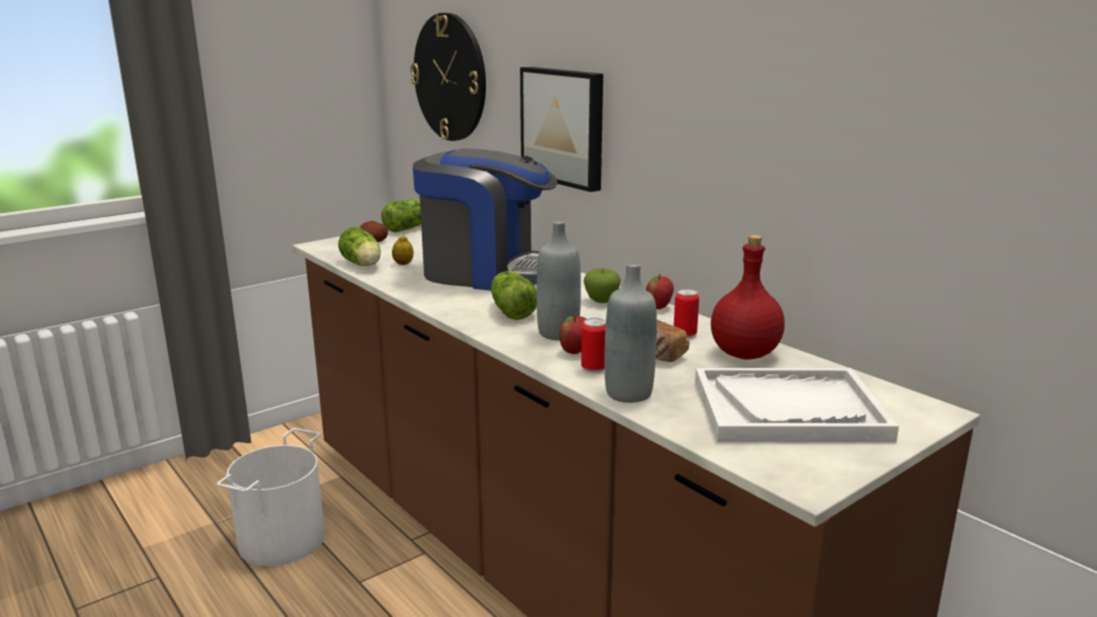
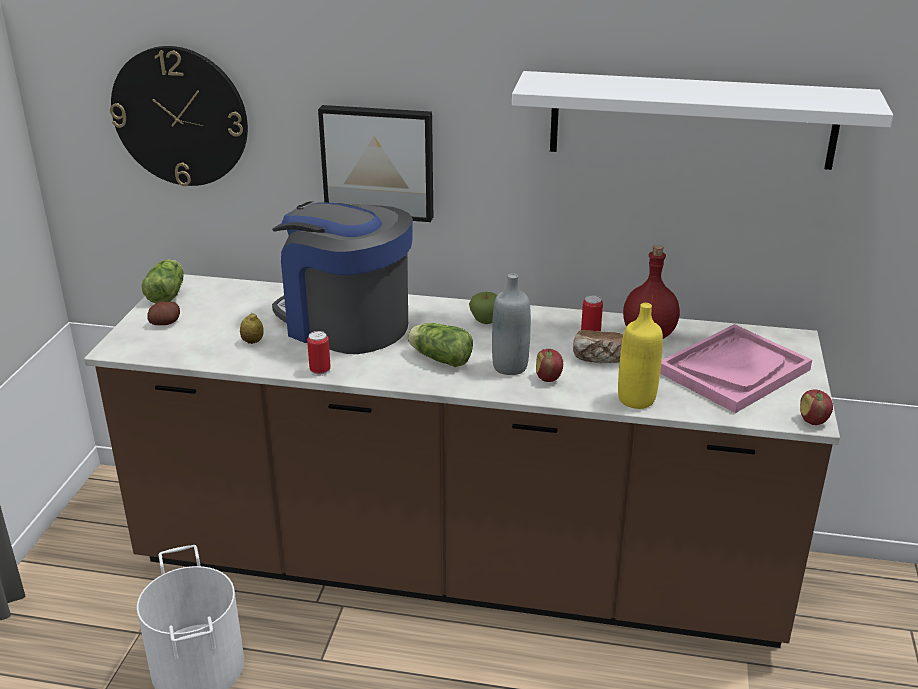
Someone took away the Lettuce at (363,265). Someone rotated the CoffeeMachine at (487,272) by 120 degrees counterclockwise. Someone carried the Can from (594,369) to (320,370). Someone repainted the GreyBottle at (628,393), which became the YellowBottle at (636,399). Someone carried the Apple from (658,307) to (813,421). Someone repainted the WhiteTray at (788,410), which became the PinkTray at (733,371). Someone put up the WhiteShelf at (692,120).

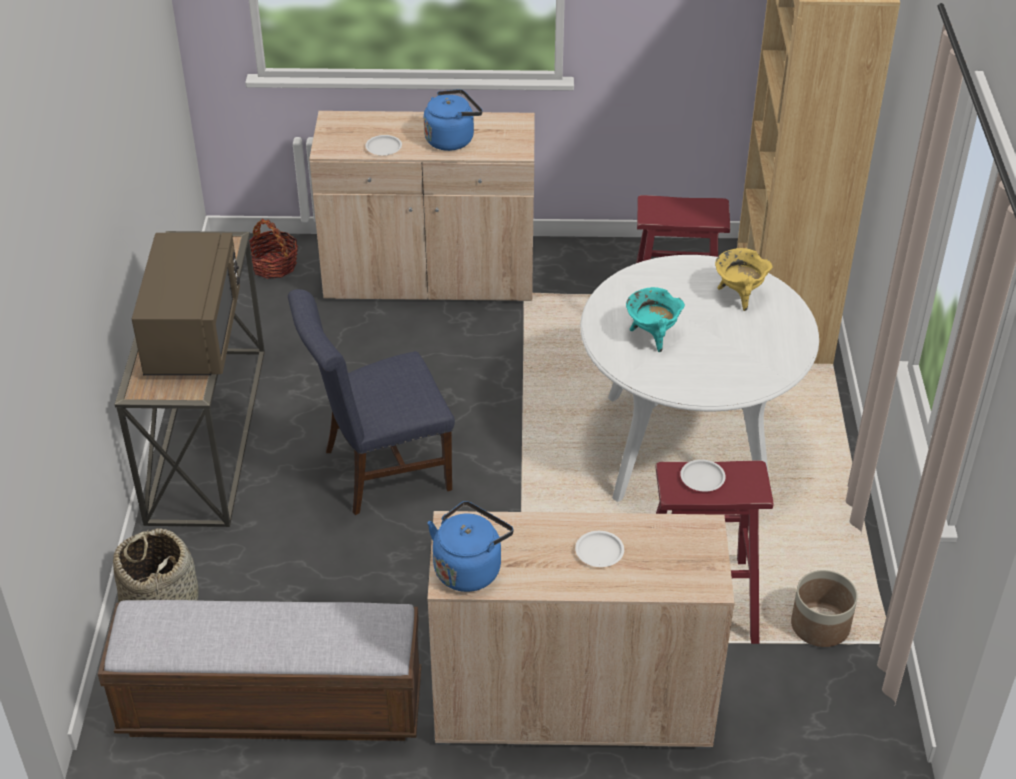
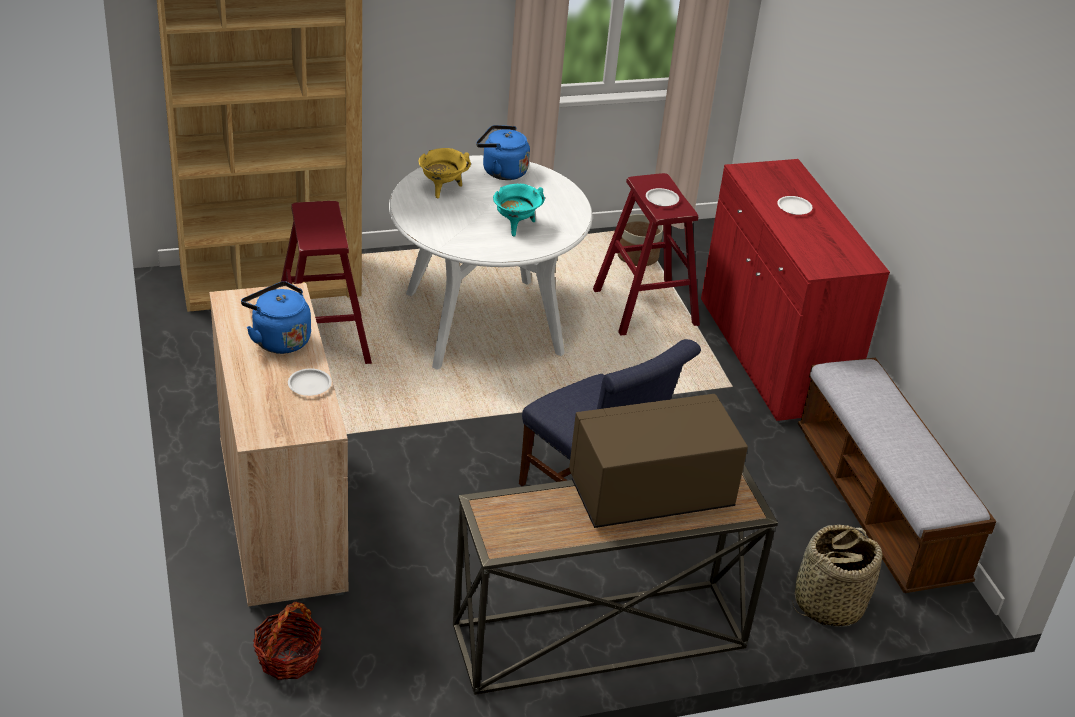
Someone carried the BlueKettle from (469,568) to (501,171). Someone repainted the BeigeCabinet at (572,702), which became the RedCabinet at (772,355).

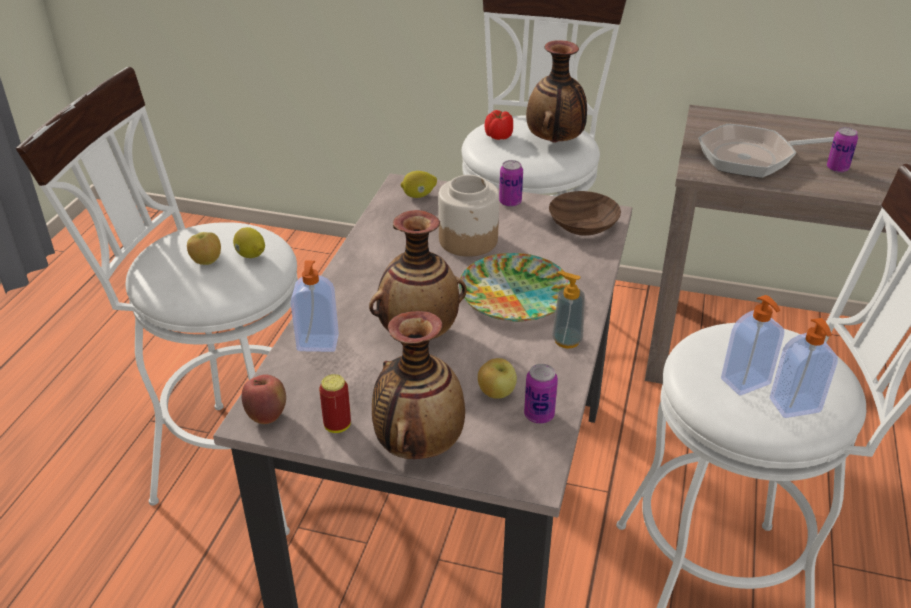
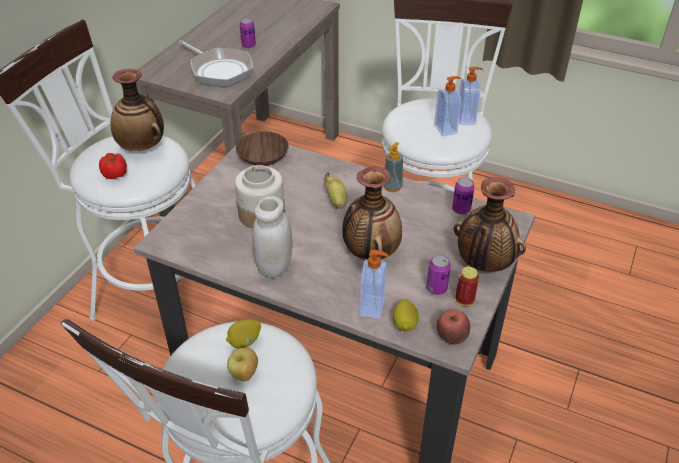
Someone carried the Lemon from (419,195) to (405,324). Someone swapped the Plate at (515,293) for the Banana at (336,201). Someone took away the Apple at (496,393). Someone carried the Can from (510,202) to (436,288). Someone rotated the FryingPan at (752,157) by 45 degrees counterclockwise. Someone put down the WhiteJar at (274,267).

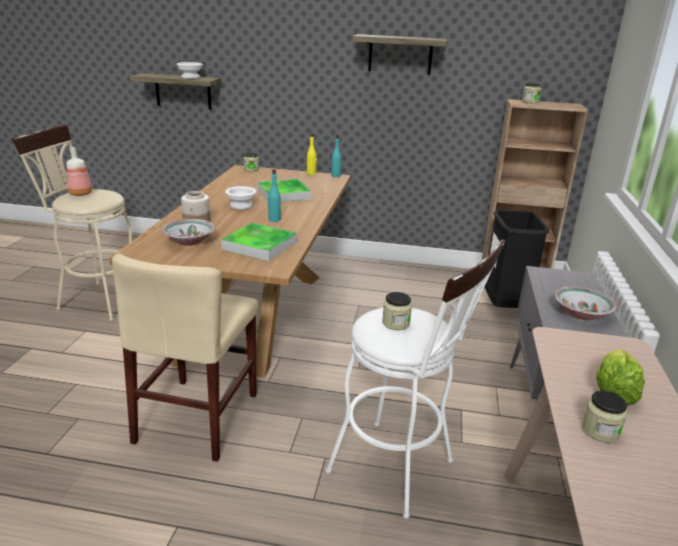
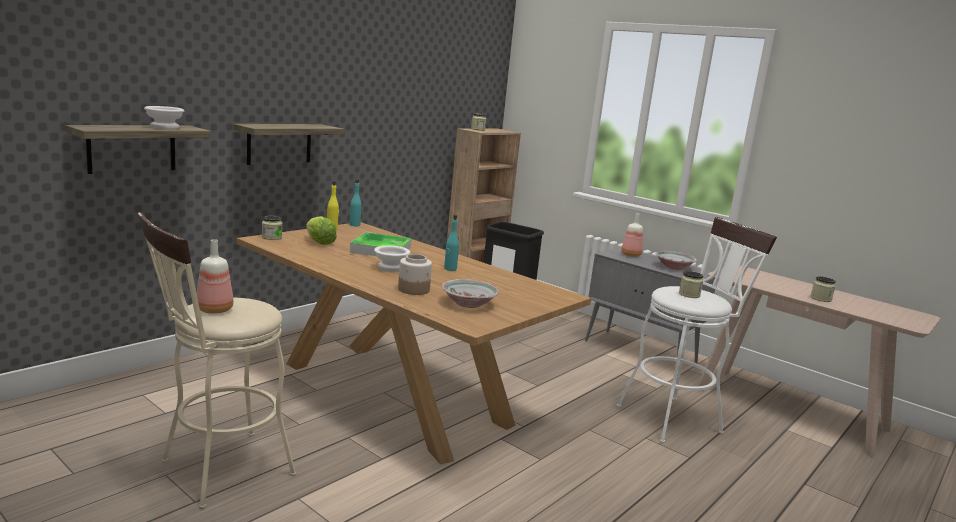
Someone took away the BeigeChair at (197,417). Someone took away the Tray at (259,246). Someone carried the Shelf from (400,54) to (279,143). Someone carried the Lettuce from (613,391) to (319,242). Someone put down the Bottle at (631,255).

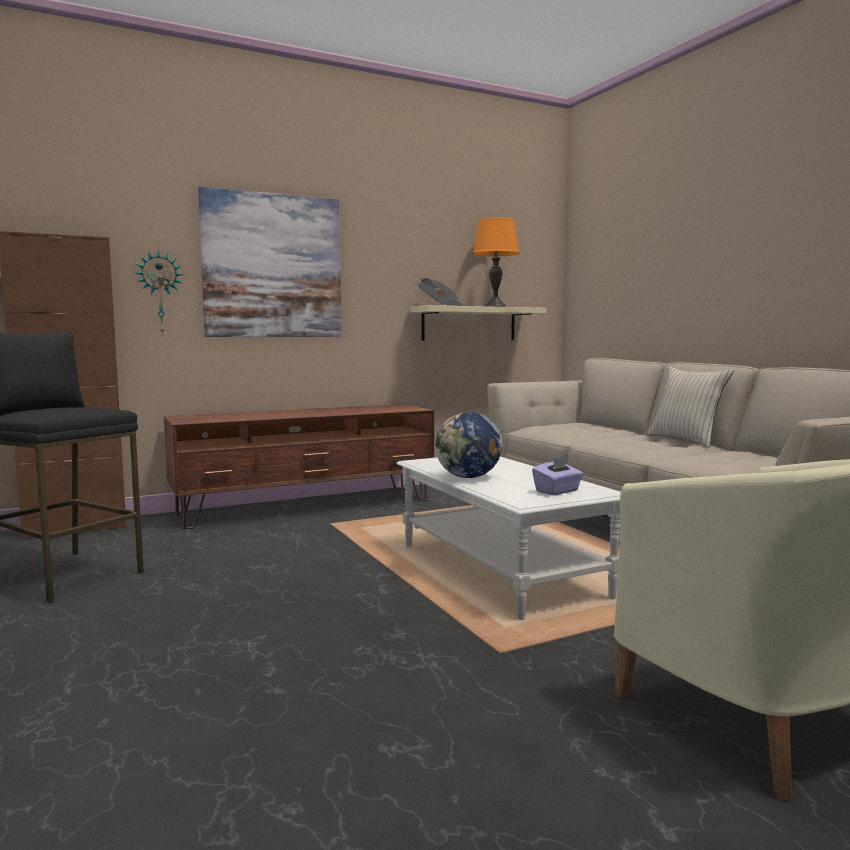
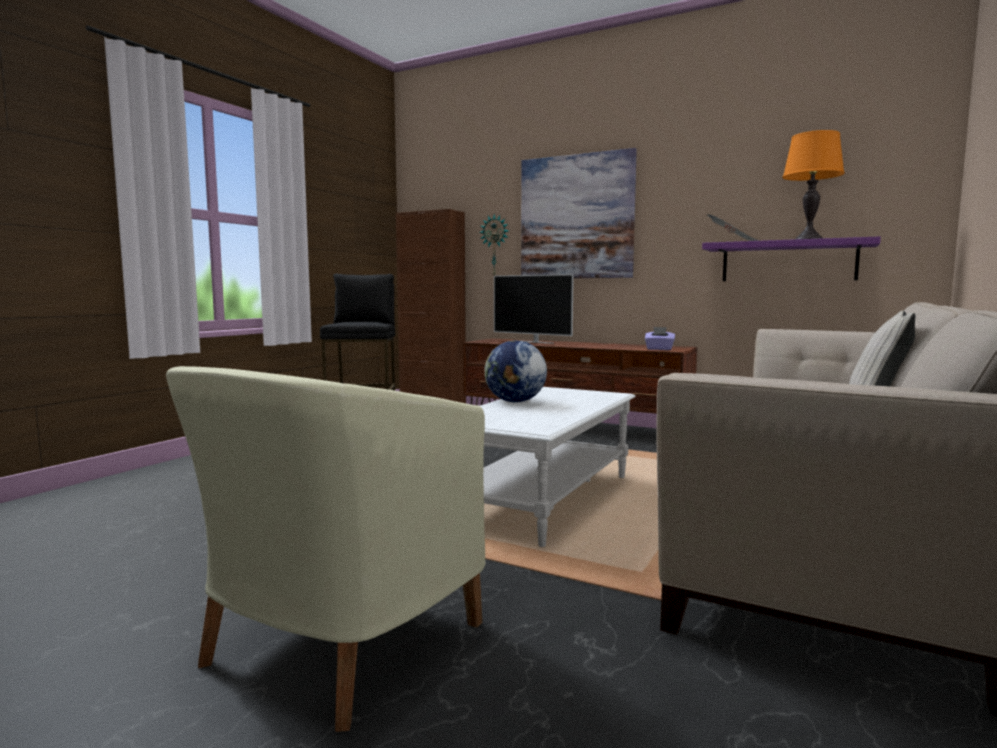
Someone repainted the BeigeShelf at (469,324), which became the PurpleShelf at (788,261). Someone carried the PurpleTissueBox from (557,491) to (659,349). Someone put down the Television at (533,342).

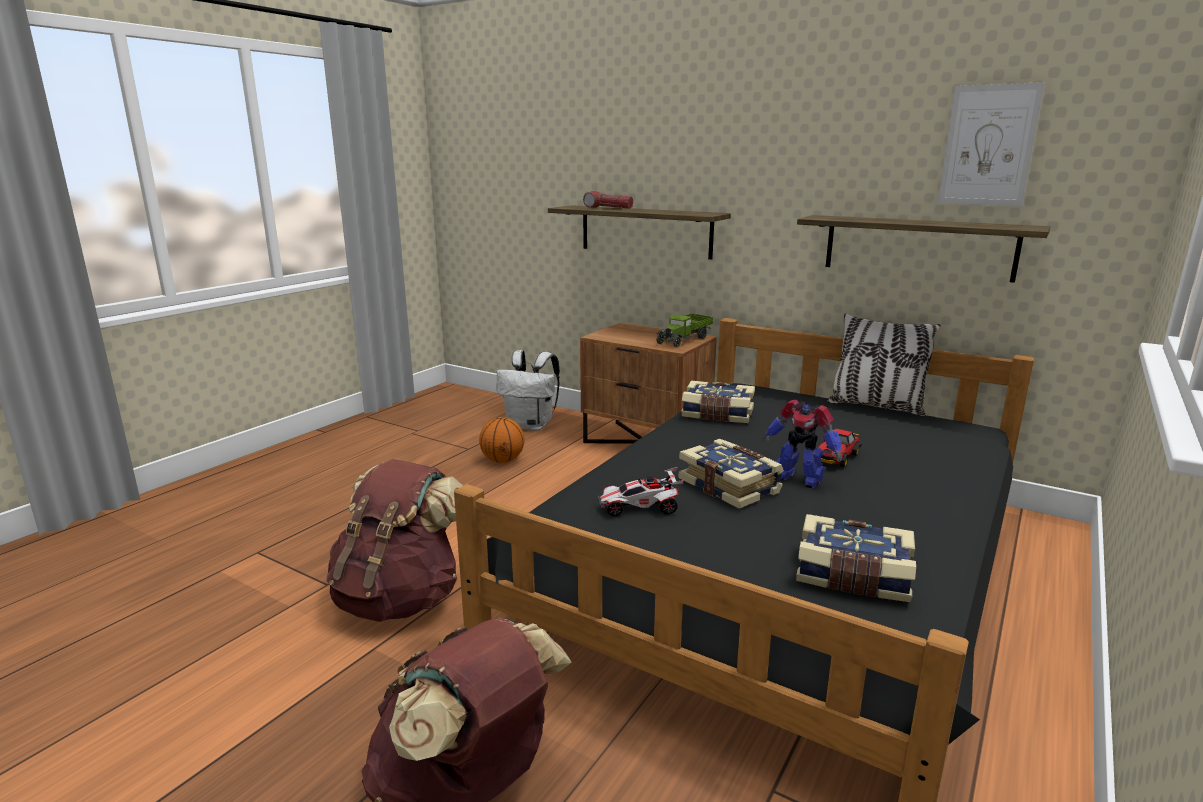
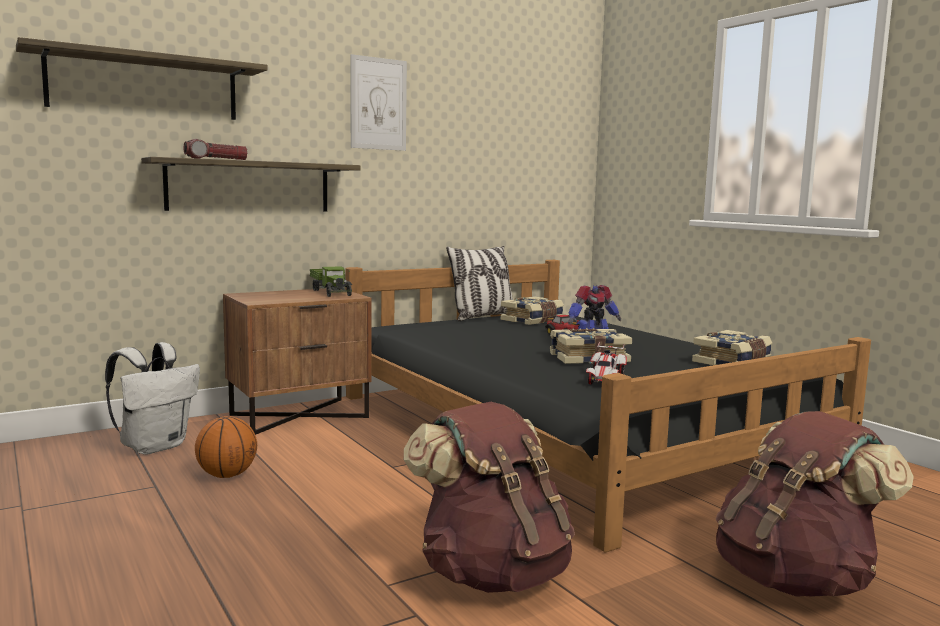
Someone carried the Book from (717,414) to (533,321). Someone carried the Shelf from (918,247) to (144,86). Someone carried the Picture from (988,146) to (378,104).

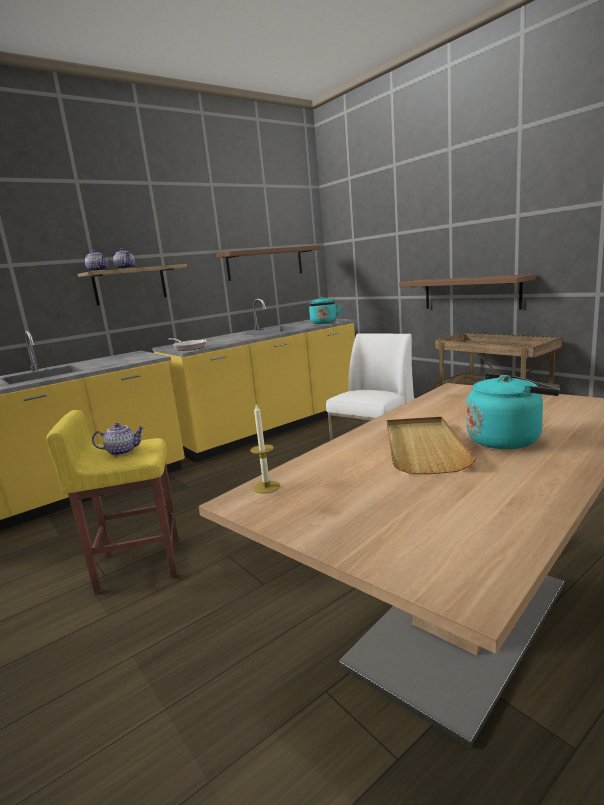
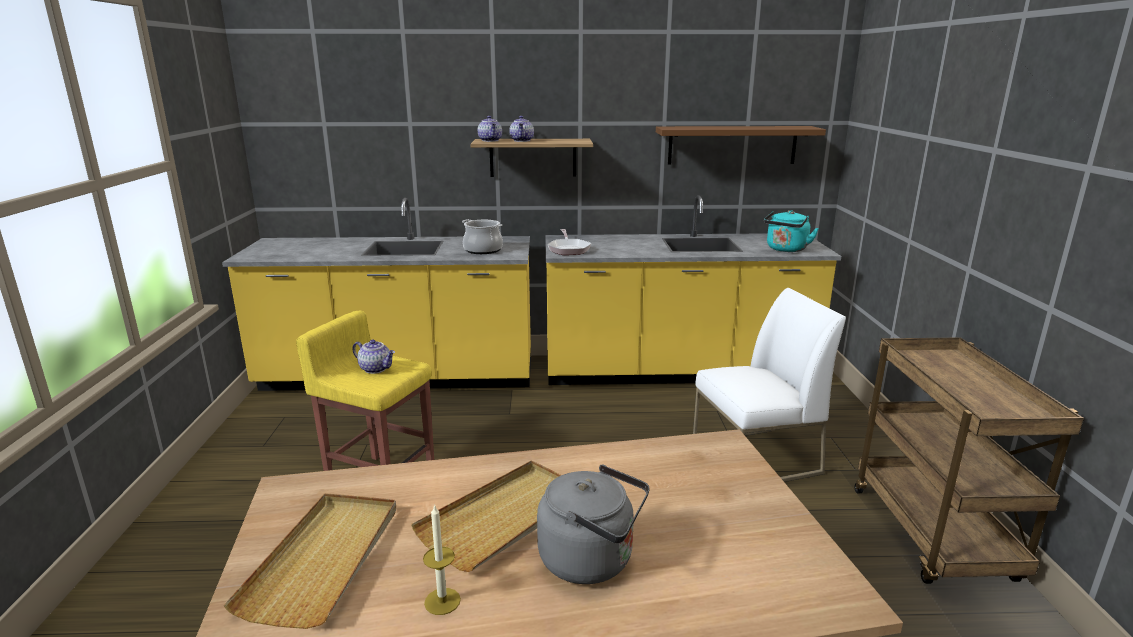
Someone carried the Candle from (266,487) to (442,601). Someone took away the BrownShelf at (470,293). Someone repainted the TurquoiseKettle at (507,439), which became the GreyKettle at (592,560). Someone put down the BeigeTray at (324,559). Someone put down the CookingPot at (483,250).

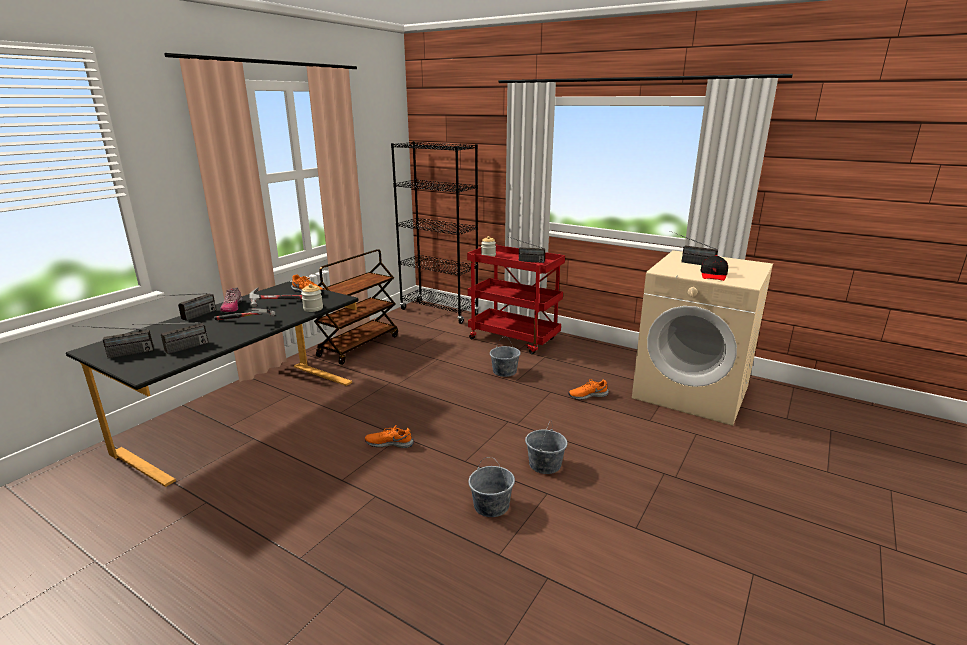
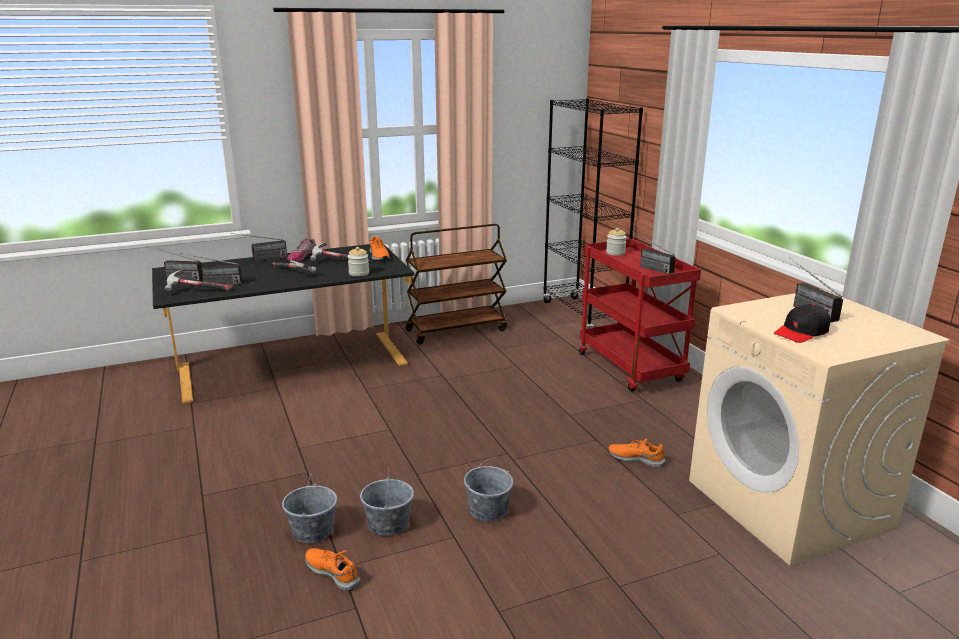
Someone carried the OrangeShoe from (389,443) to (333,572). Someone carried the GreyBucket from (504,371) to (313,530). Someone put down the Hammer at (198,291).

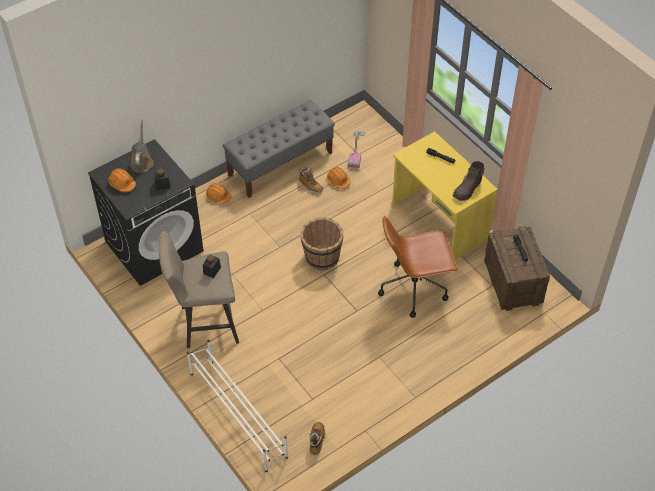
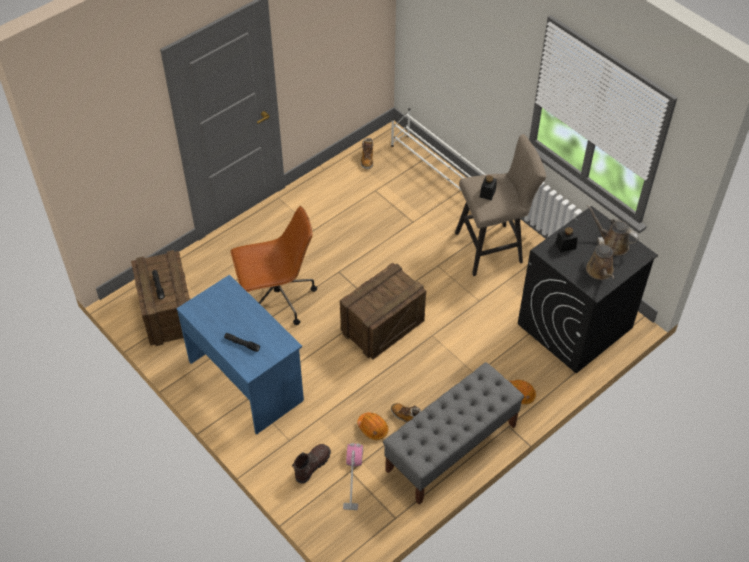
Someone swapped the OrangeHardHat at (122,183) for the BrownWateringCan at (612,244). Someone swapped the BrownBucket at (322,257) for the Crate at (382,326). Someone repainted the YellowDesk at (439,222), which became the BlueDesk at (246,380). Someone carried the BrownBoot from (467,190) to (312,465).

